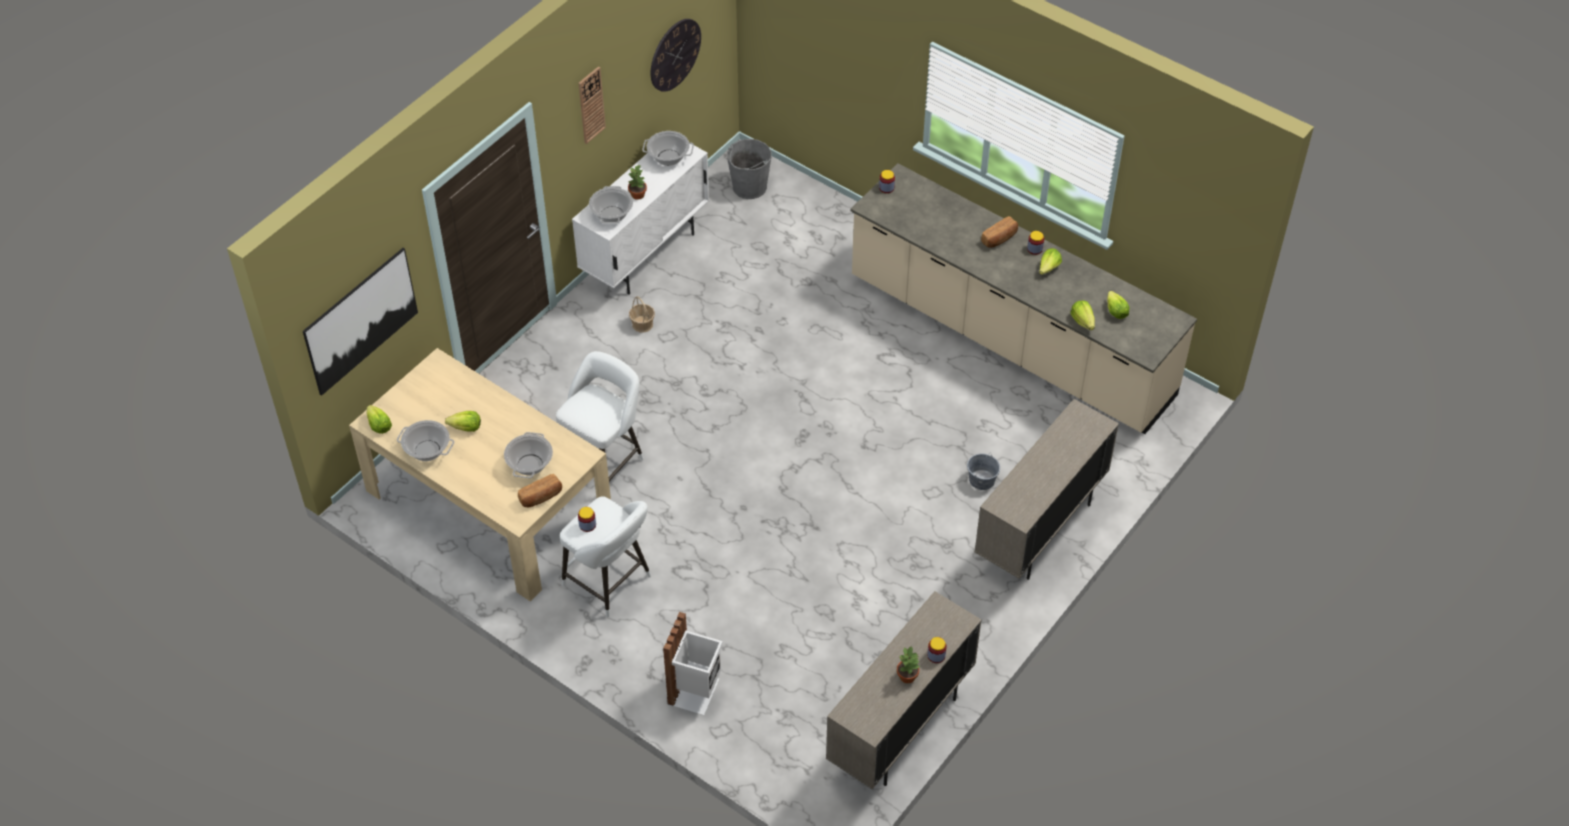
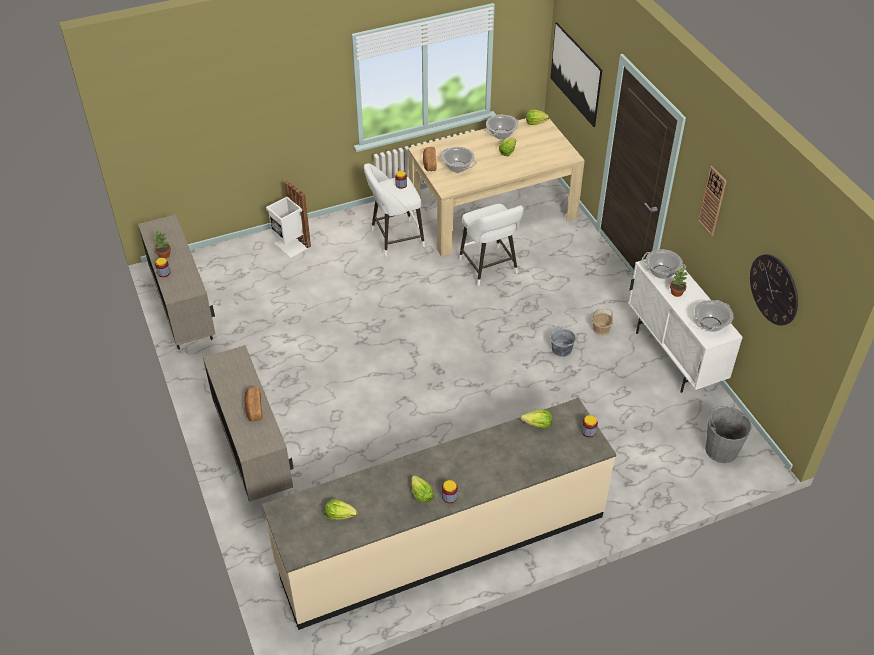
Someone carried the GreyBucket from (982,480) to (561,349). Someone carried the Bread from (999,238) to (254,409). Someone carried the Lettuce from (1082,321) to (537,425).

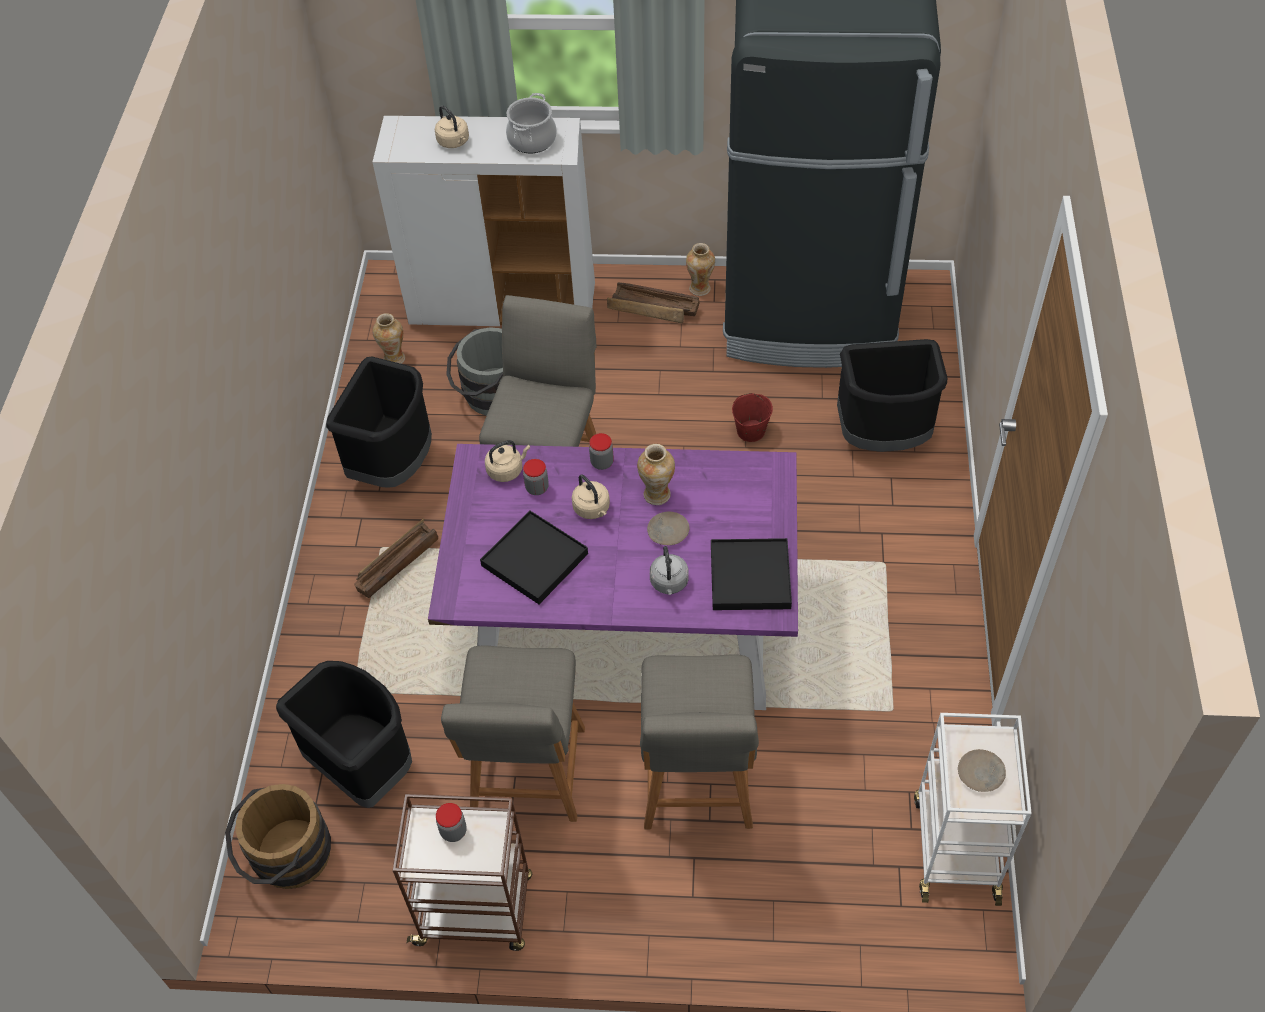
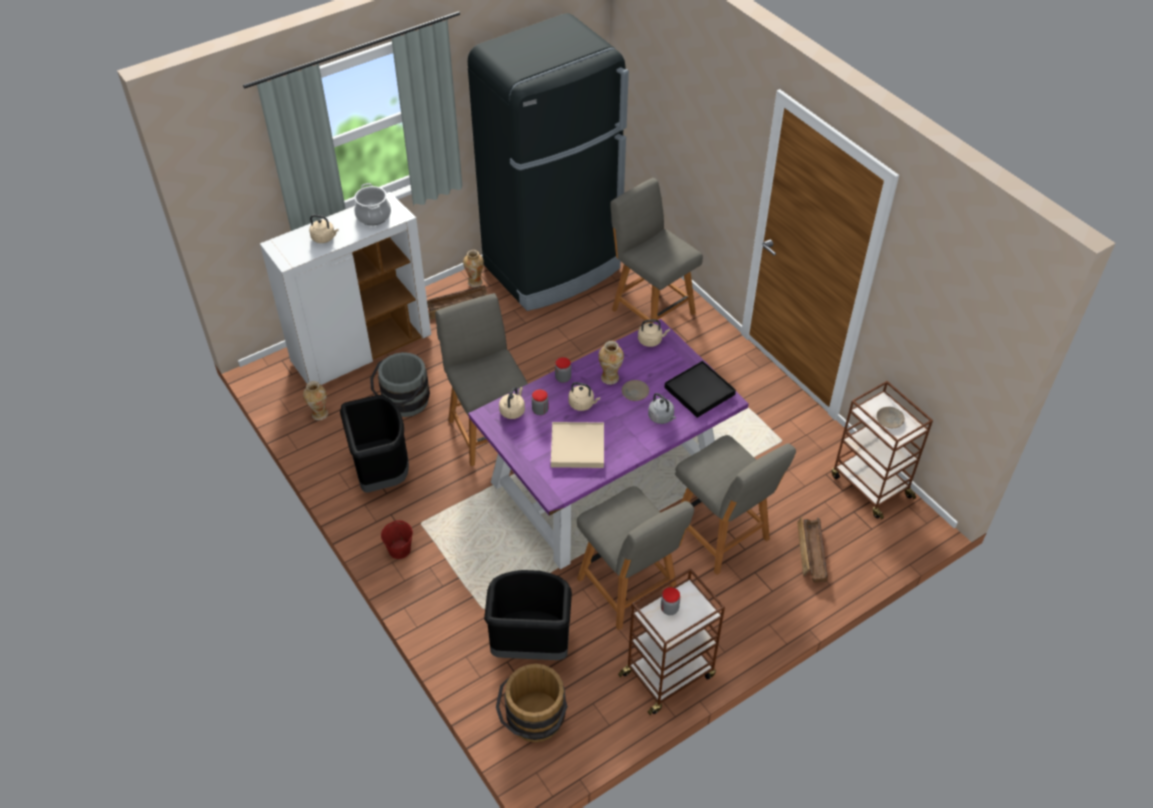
Someone carried the Crate from (396,563) to (811,553). Someone repainted the BlackTray at (535,560), which became the BeigeTray at (577,447). Someone carried the RedBucket from (750,431) to (399,550). Someone swapped the BlackTrashCan at (884,437) for the GreyChair at (651,310). Someone repainted the WhiteCart at (955,846), which became the BrownCart at (870,485). Someone put down the BeigeKettle at (651,340).

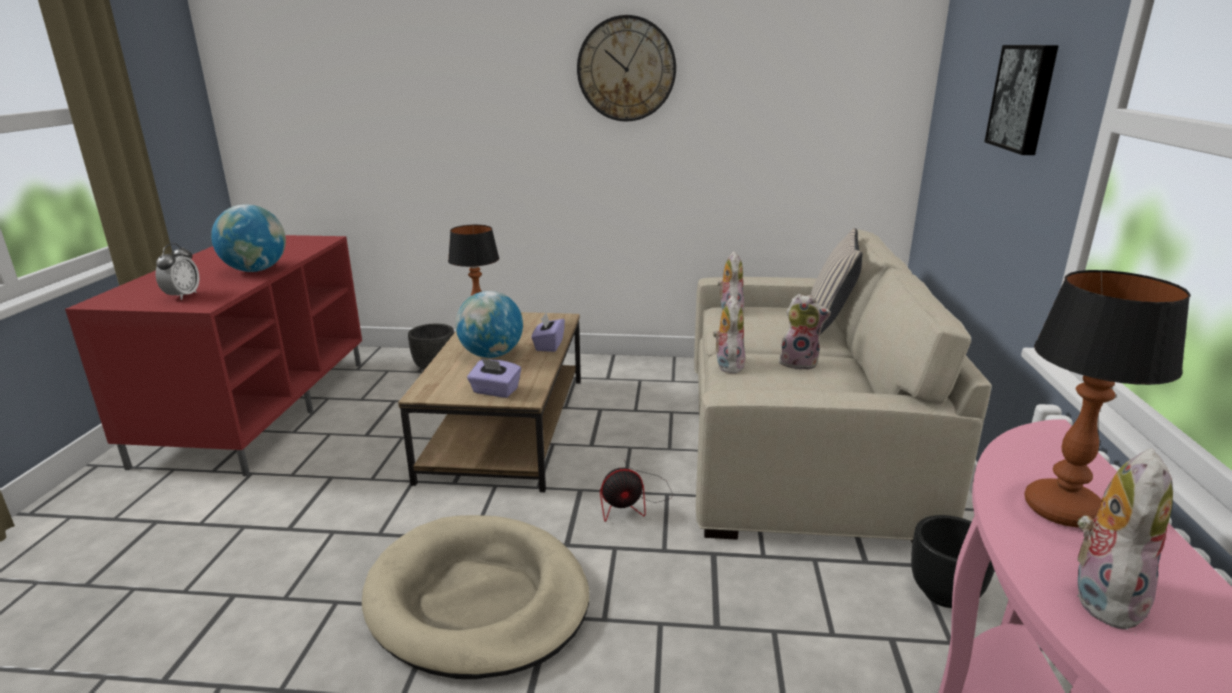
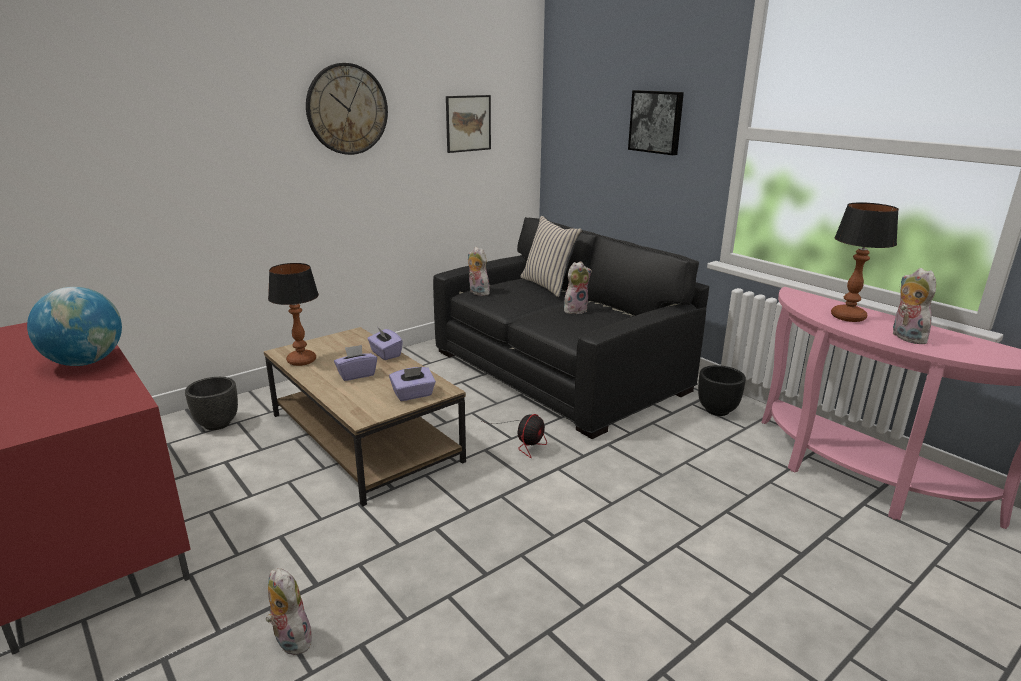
Someone took away the AlarmClock at (183,296). Someone took away the BeigeDogBed at (478,600). Someone swapped the Globe at (491,355) for the PurpleTissueBox at (356,375). Someone repainted the BeigeSofa at (800,444), which became the BlackSofa at (560,370). Someone carried the PlushToy from (727,365) to (290,640). Someone put up the Picture at (468,123).

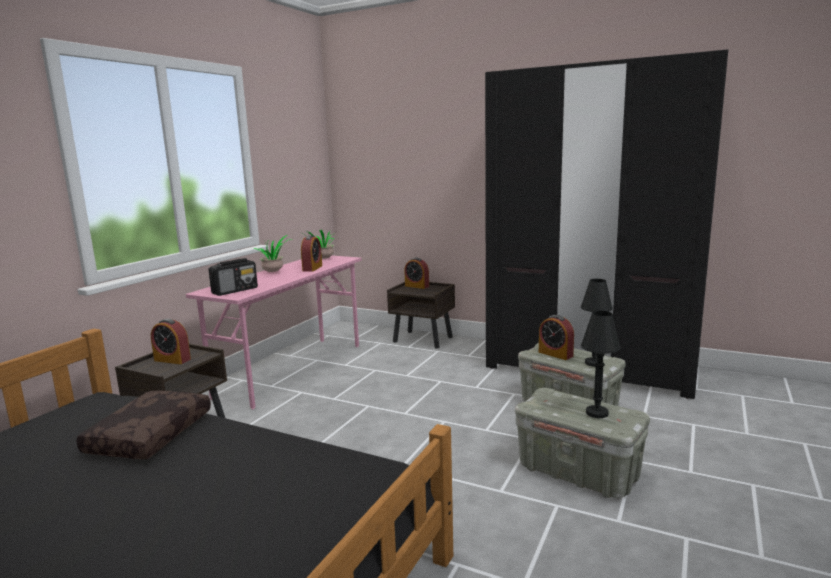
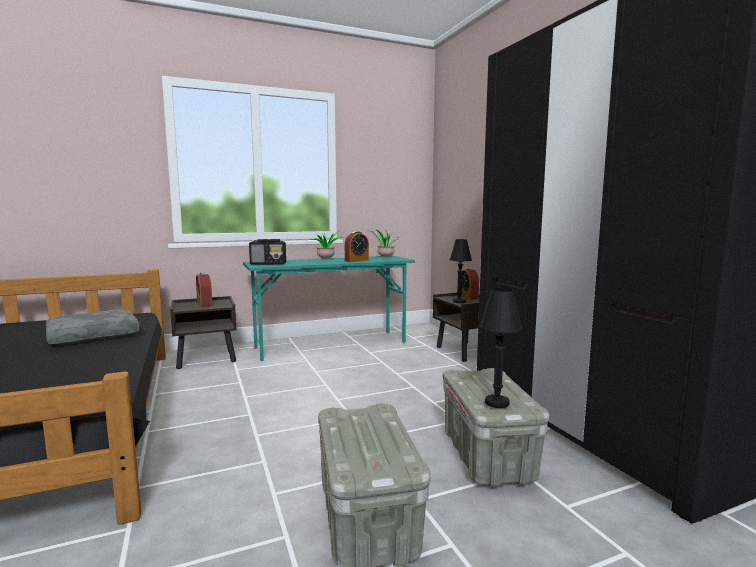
Someone repainted the BrownPillow at (149,435), which became the GreyPillow at (94,336). Someone repainted the PinkDesk at (292,369), which became the TurquoiseDesk at (331,345). Someone took away the AlarmClock at (555,354). Someone carried the BlackTableLamp from (597,413) to (459,301).

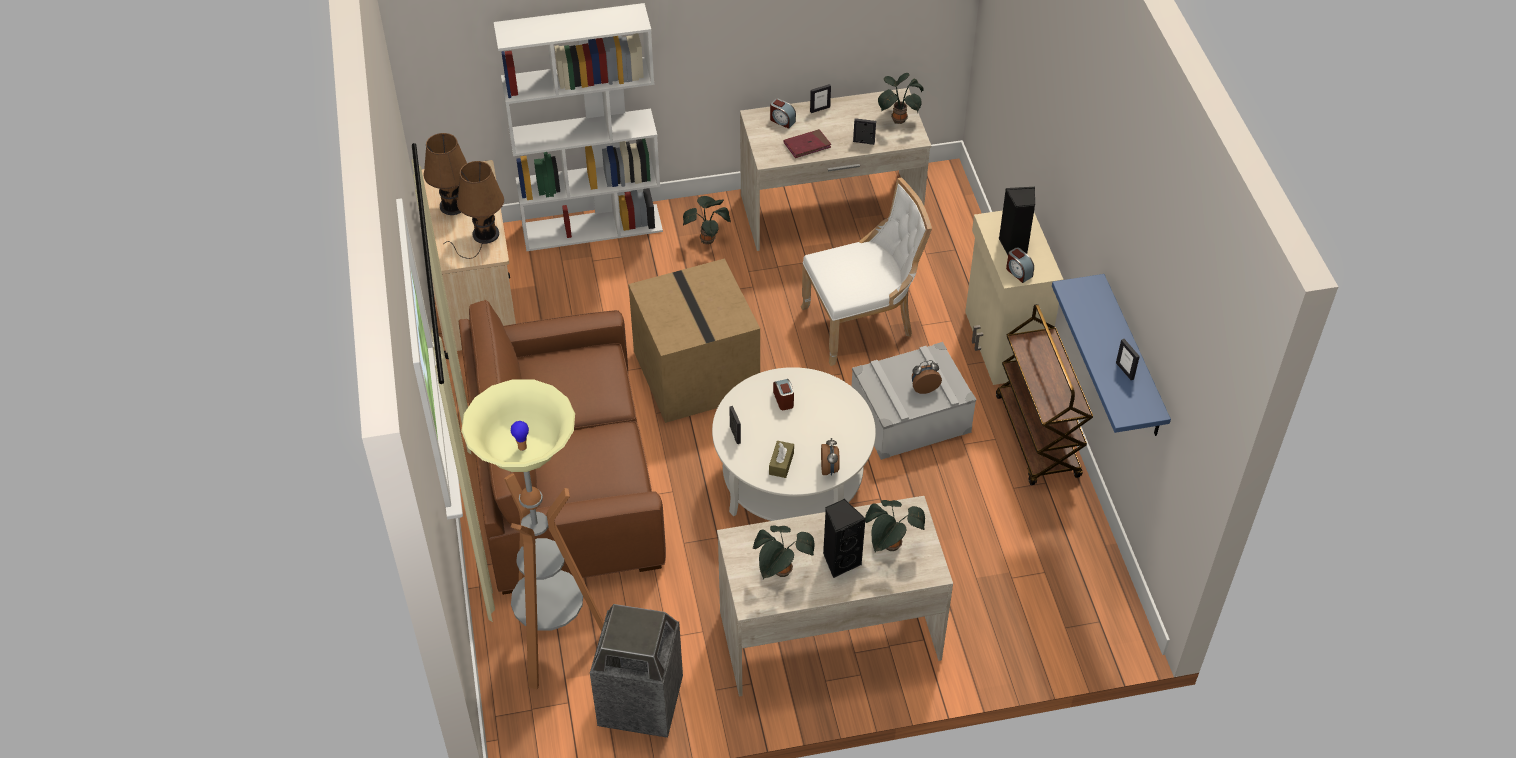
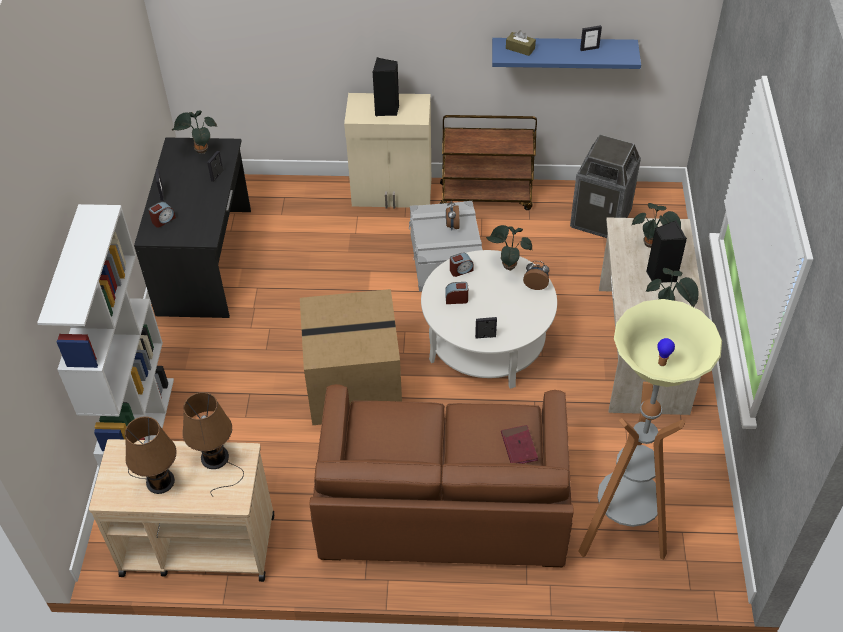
Someone carried the TrashCan from (641,703) to (601,219). Someone carried the PottedPlant from (708,239) to (507,265). Someone repainted the BeigeDesk at (831,212), which became the BlackDesk at (206,261). Someone carried the BrownTissueBox from (781,463) to (520,48). Someone carried the RedBook from (807,145) to (519,446). Someone took away the WhiteChair at (862,323). Someone carried the AlarmClock from (1018,272) to (461,270).

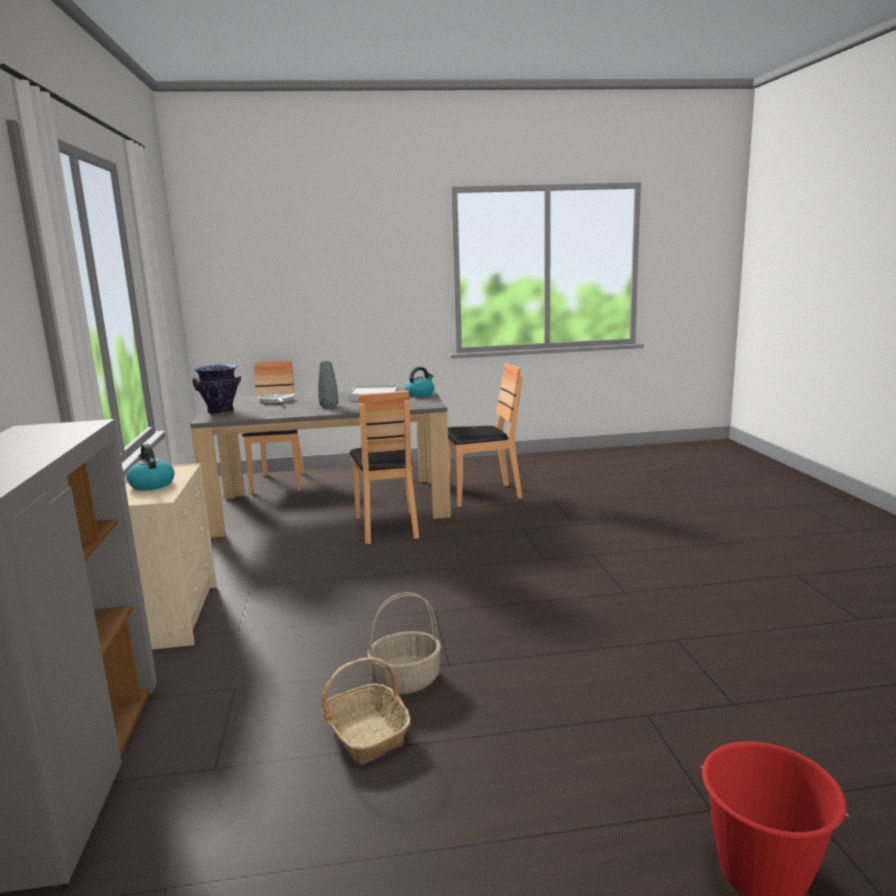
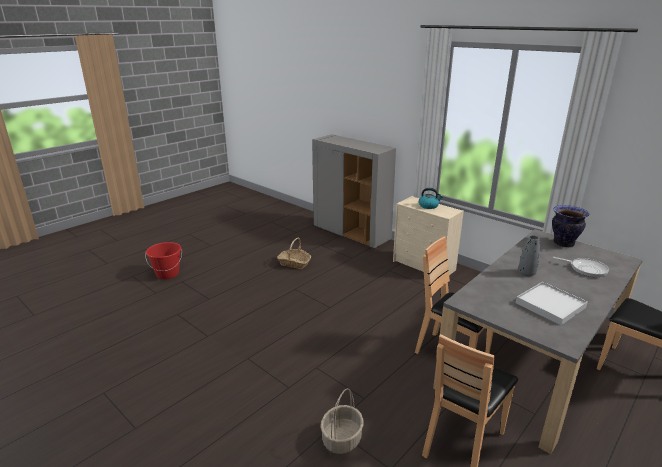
Someone carried the Basket from (406,680) to (342,440). Someone took away the Kettle at (420,394).

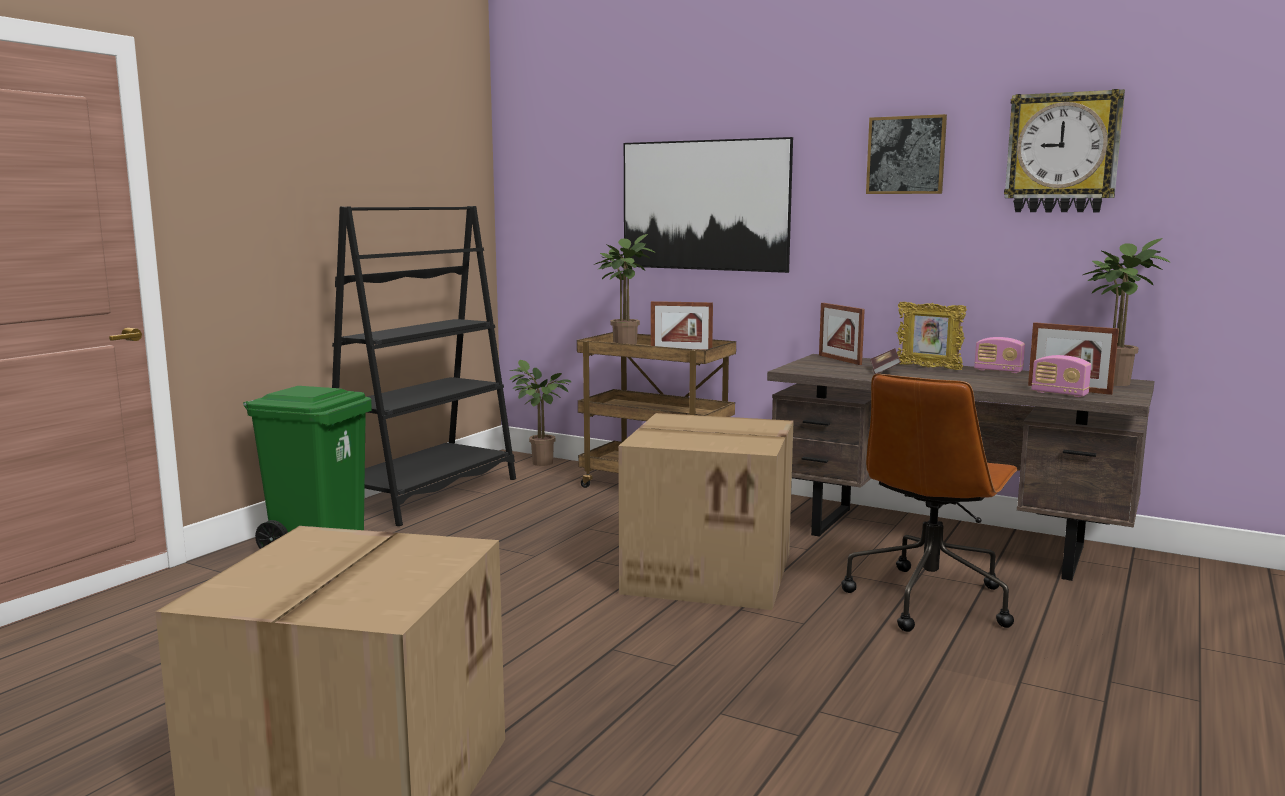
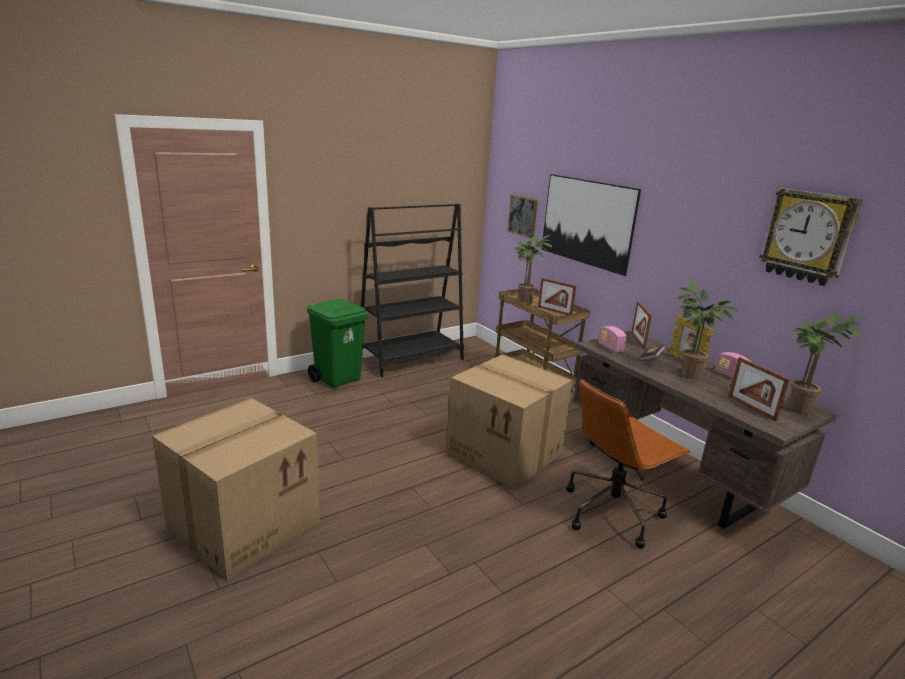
Someone carried the PottedPlant from (538,463) to (687,375). Someone carried the Picture from (906,155) to (523,216). Someone carried the Radio from (1059,394) to (610,348).

